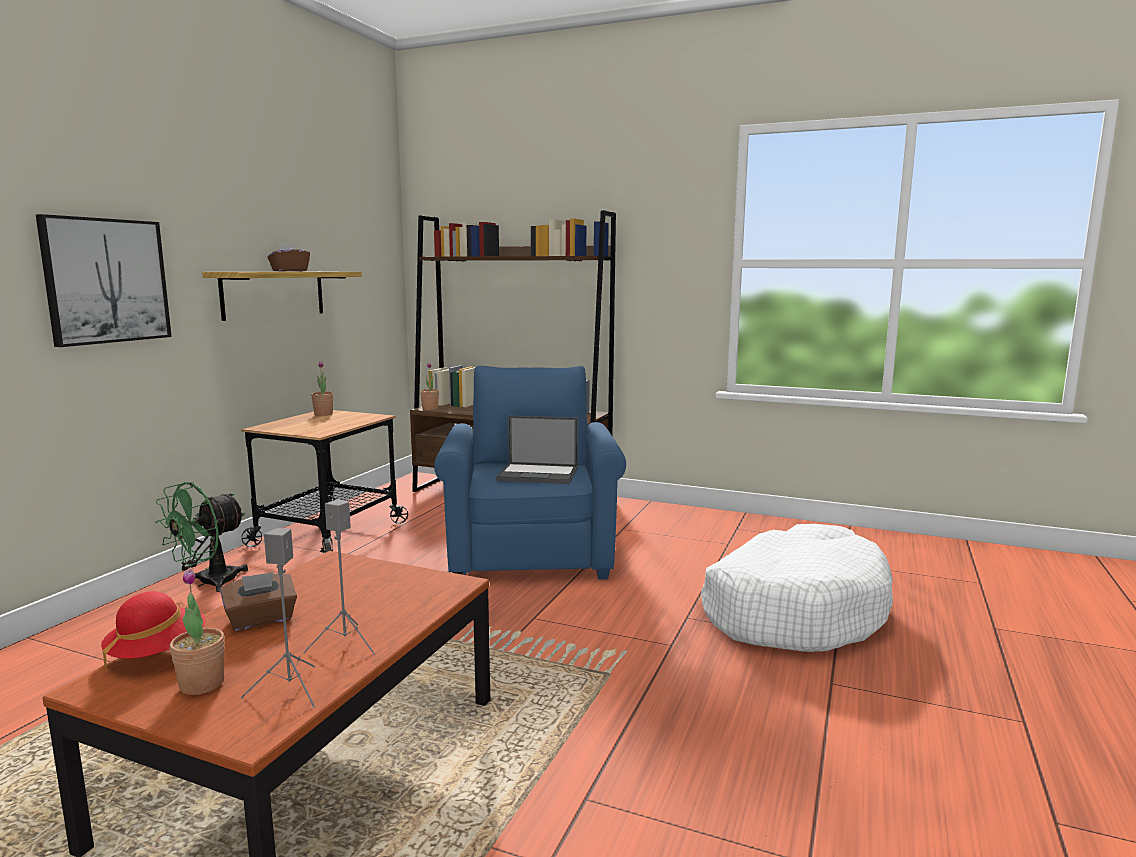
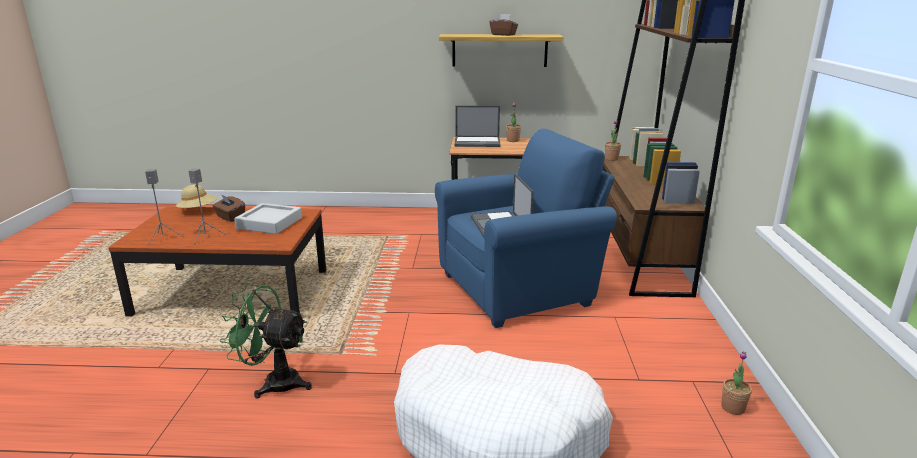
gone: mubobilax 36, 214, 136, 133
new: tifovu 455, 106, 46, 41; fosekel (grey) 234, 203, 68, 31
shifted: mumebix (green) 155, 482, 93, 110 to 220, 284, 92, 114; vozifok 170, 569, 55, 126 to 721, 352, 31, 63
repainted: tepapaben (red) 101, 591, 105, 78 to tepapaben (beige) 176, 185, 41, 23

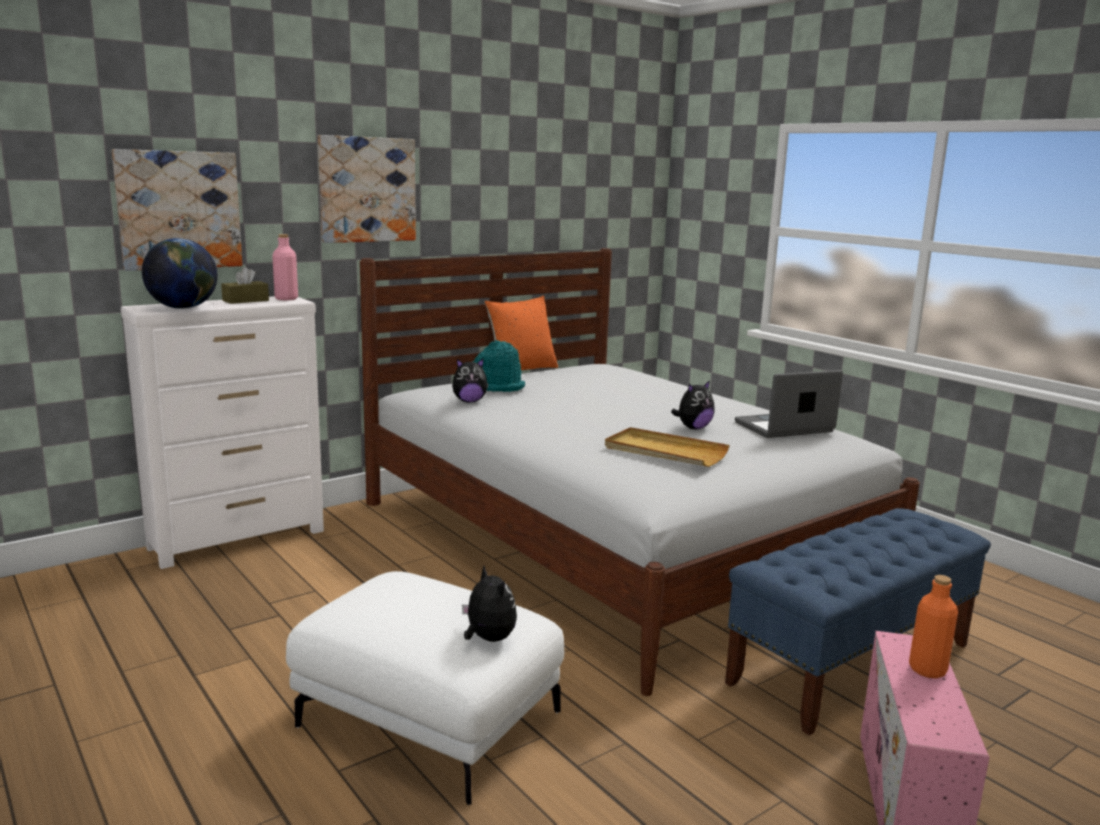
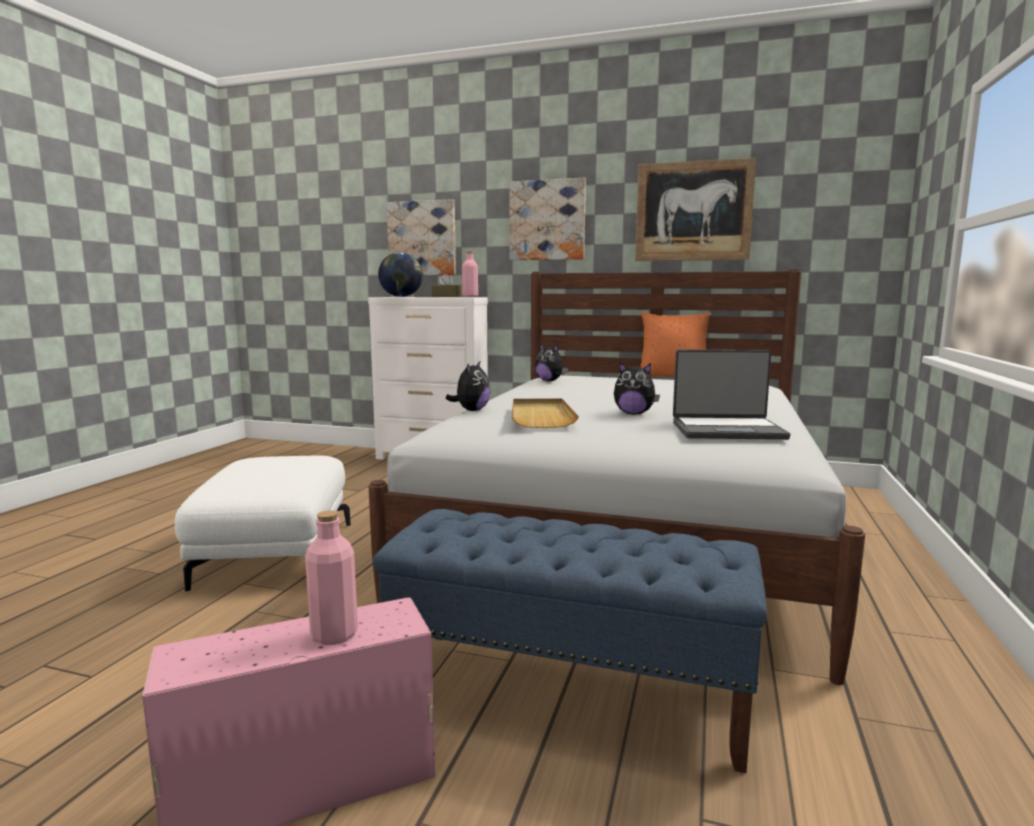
gone: tepapaben (turquoise) 472, 340, 53, 52
new: mubobilax 635, 158, 121, 103
shifted: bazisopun 462, 566, 55, 76 to 446, 360, 45, 51
repainted: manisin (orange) 909, 575, 49, 103 to manisin (pink) 305, 510, 53, 135
rotated: tifovu 735, 370, 108, 68 = 673, 350, 117, 90 150 degrees clockwise

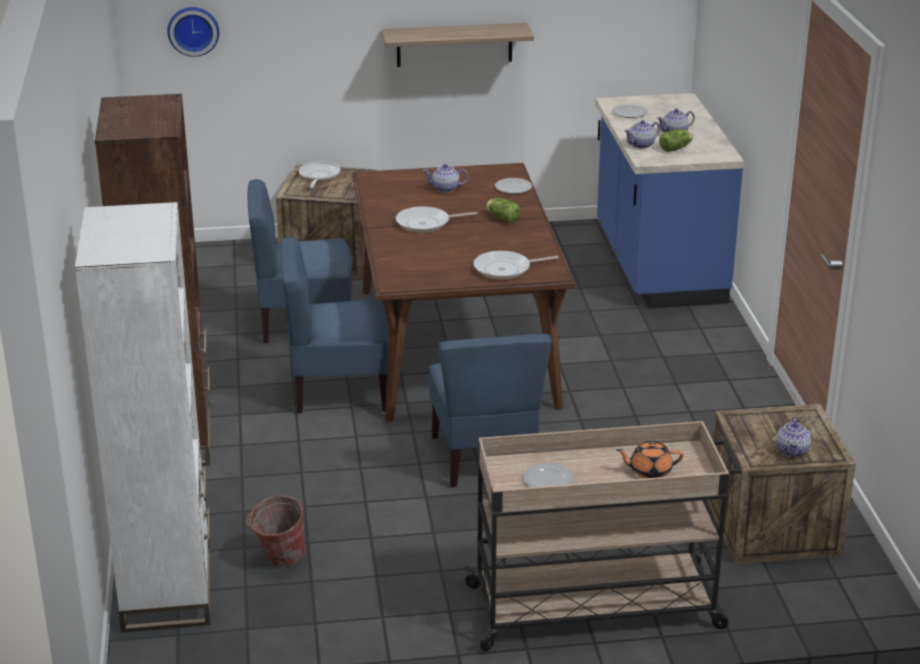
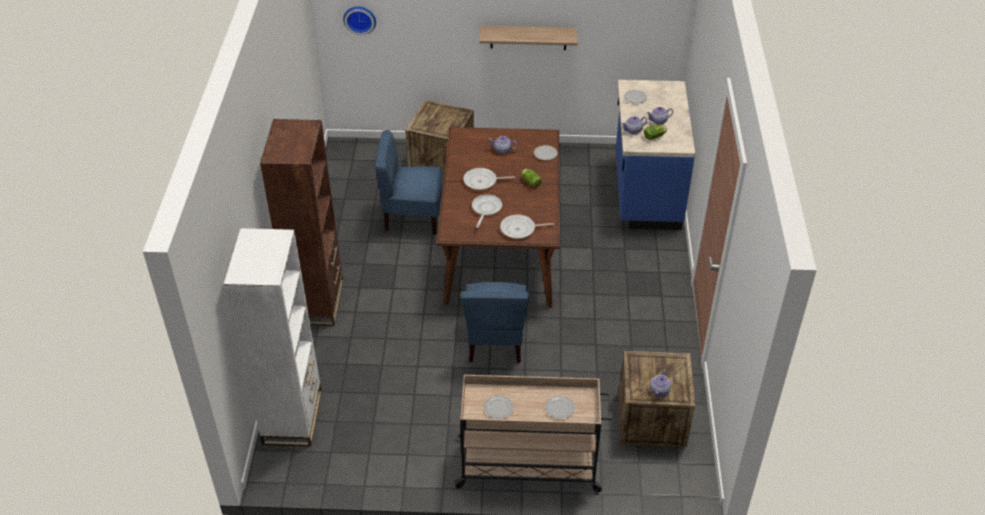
gone: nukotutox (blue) 280, 237, 109, 177; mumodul 246, 495, 60, 72
shifted: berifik 299, 161, 41, 27 to 472, 194, 30, 34
swapped: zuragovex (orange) 616, 441, 68, 37 to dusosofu 545, 396, 30, 23

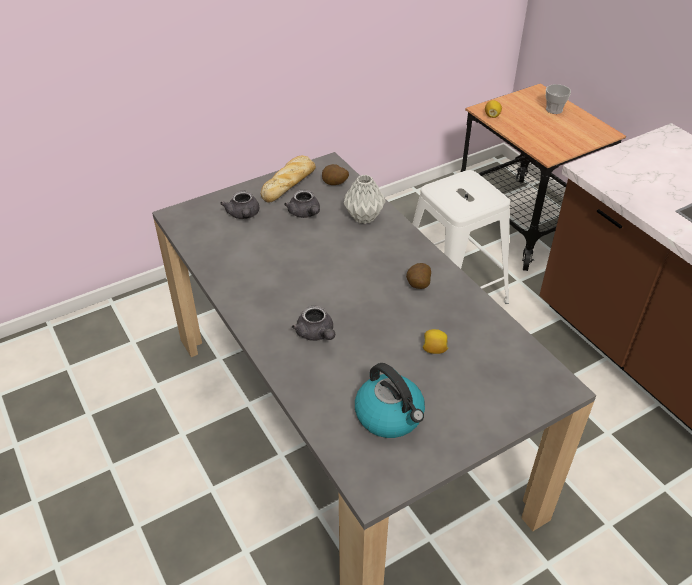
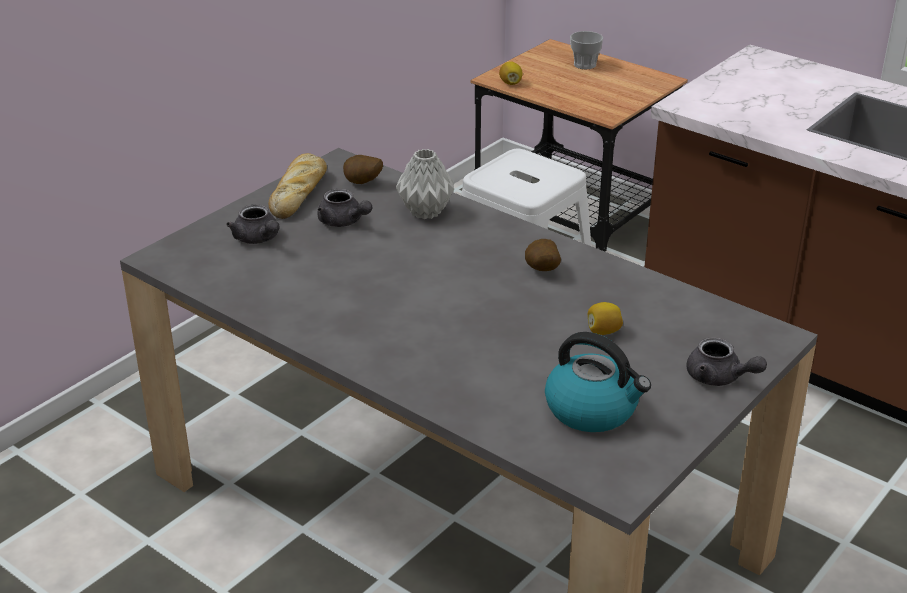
shifted: zuragovex (grey) 292, 305, 43, 36 to 686, 337, 81, 49

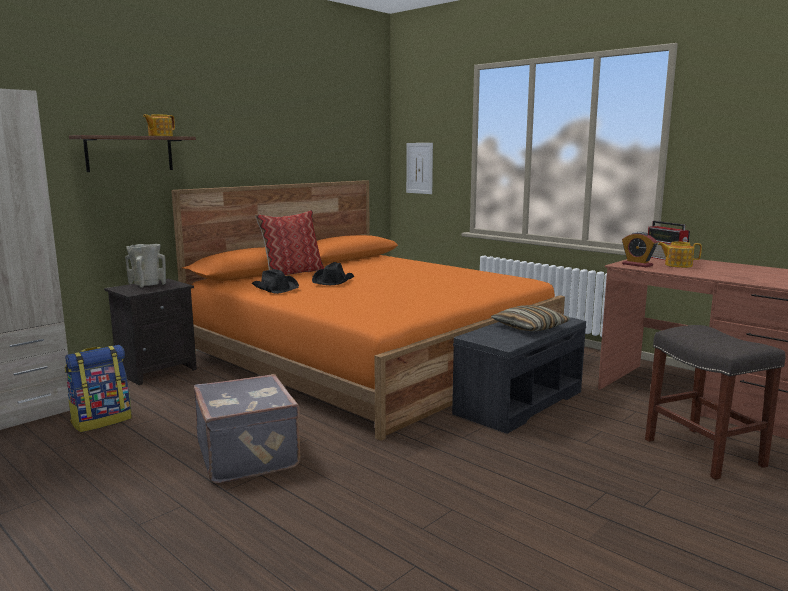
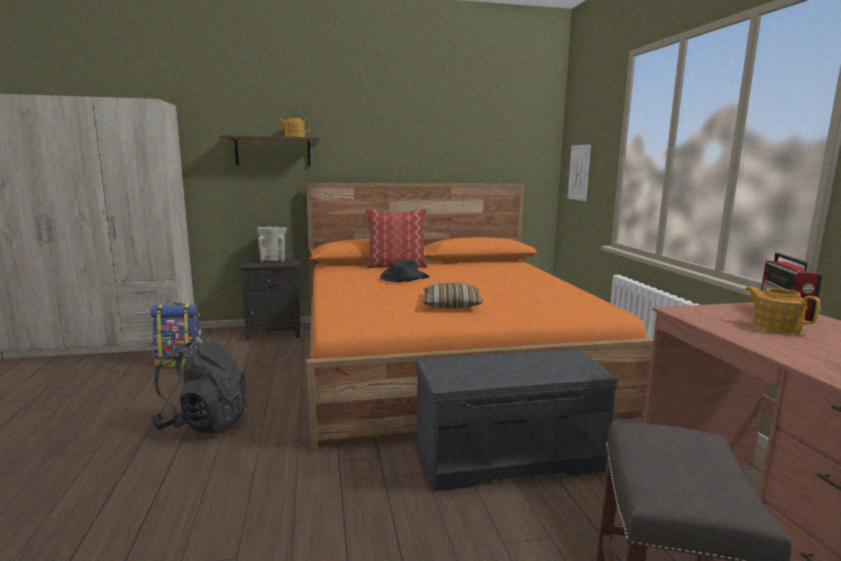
gone: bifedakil 622, 232, 36, 35; tepapaben (black) 252, 269, 47, 25
shifted: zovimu 491, 305, 79, 26 to 423, 283, 60, 25
swapped: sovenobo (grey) 194, 374, 106, 109 to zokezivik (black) 150, 339, 98, 95

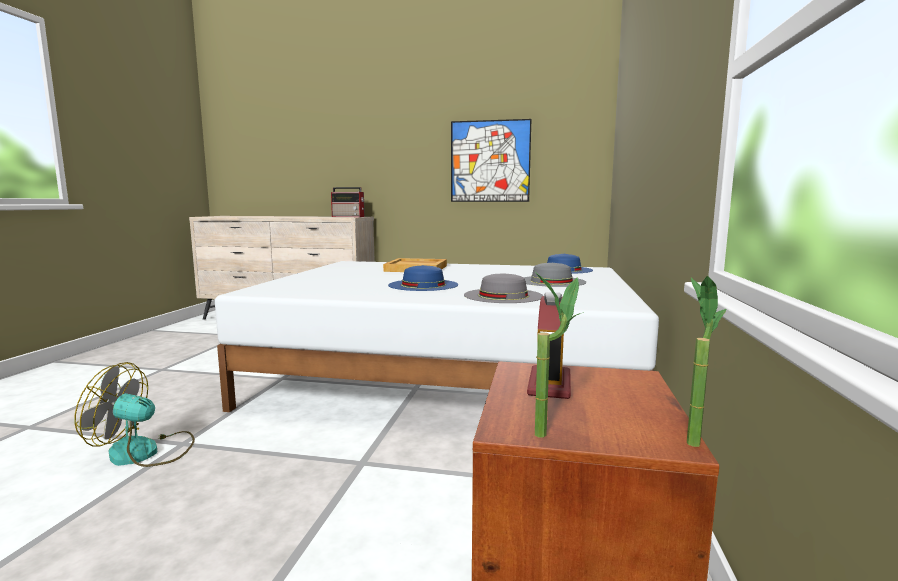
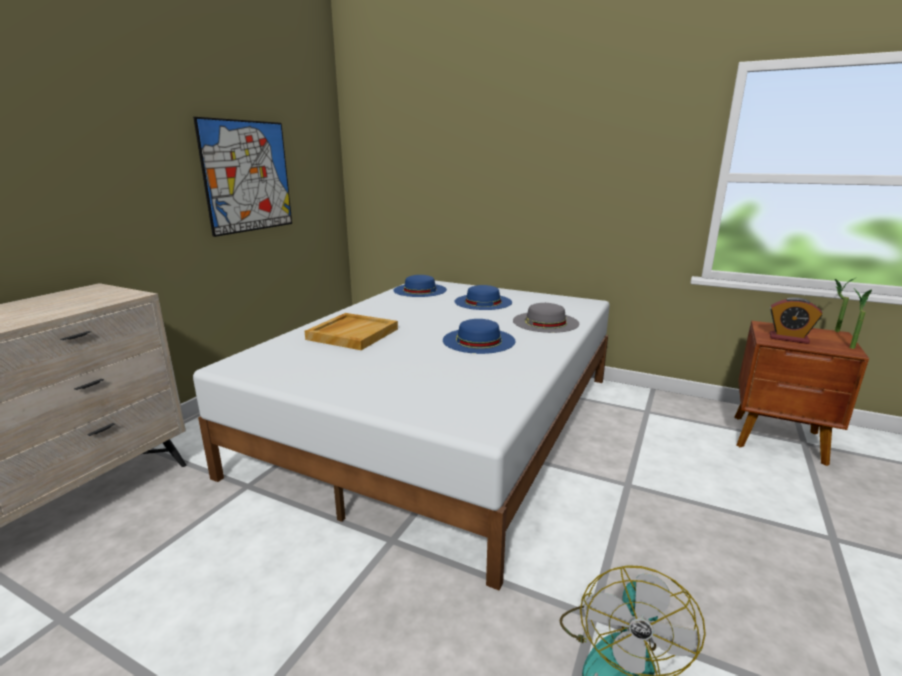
gone: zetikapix 331, 187, 34, 30
repainted: tepapaben (grey) 524, 263, 62, 24 to tepapaben (blue) 455, 285, 57, 25

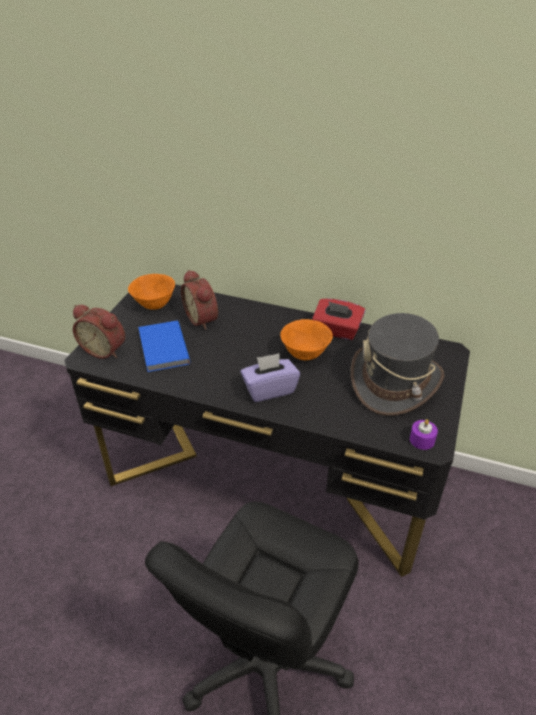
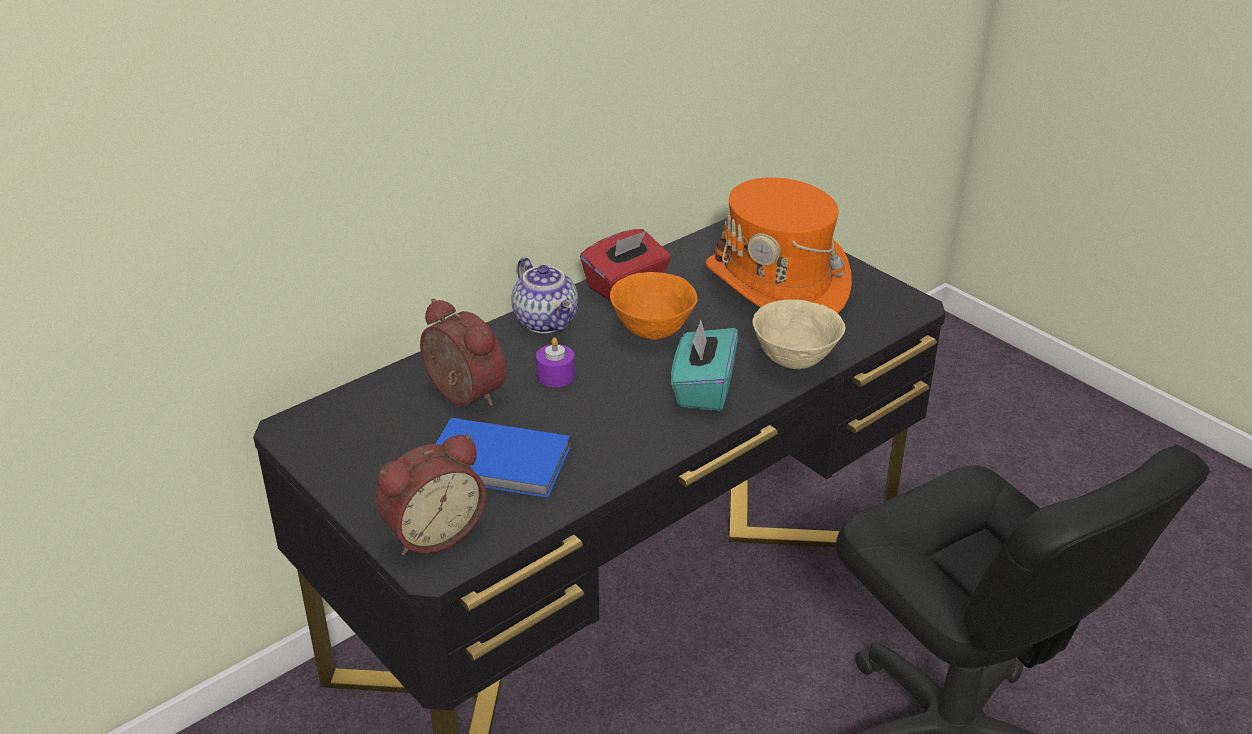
gone: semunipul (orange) 128, 274, 47, 36
new: zuragovex 512, 257, 66, 77; semunipul (beige) 752, 299, 94, 70
shifted: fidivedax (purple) 410, 419, 28, 31 to 536, 337, 39, 50
repainted: tepapaben (grey) 351, 313, 93, 103 to tepapaben (orange) 706, 177, 146, 136; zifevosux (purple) 240, 353, 60, 49 to zifevosux (turquoise) 671, 320, 67, 91
rotated: bifedakil 181, 270, 37, 60 = 420, 298, 86, 108 135 degrees counterclockwise

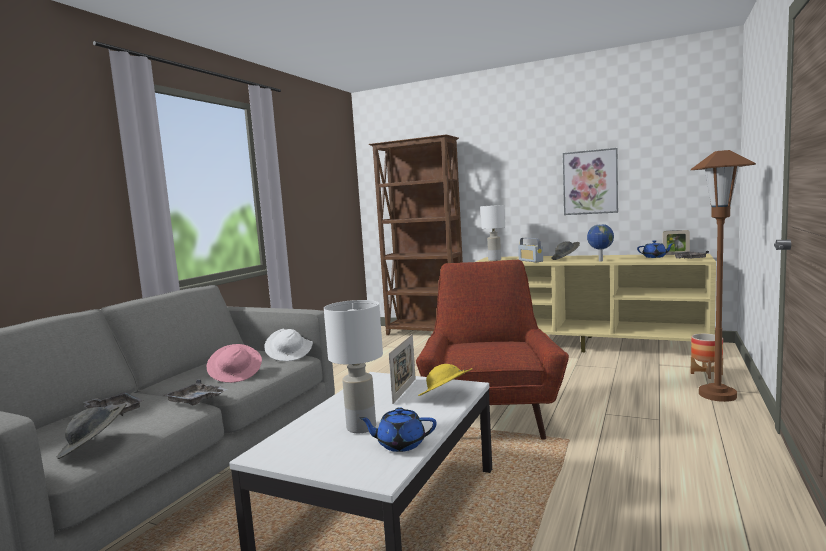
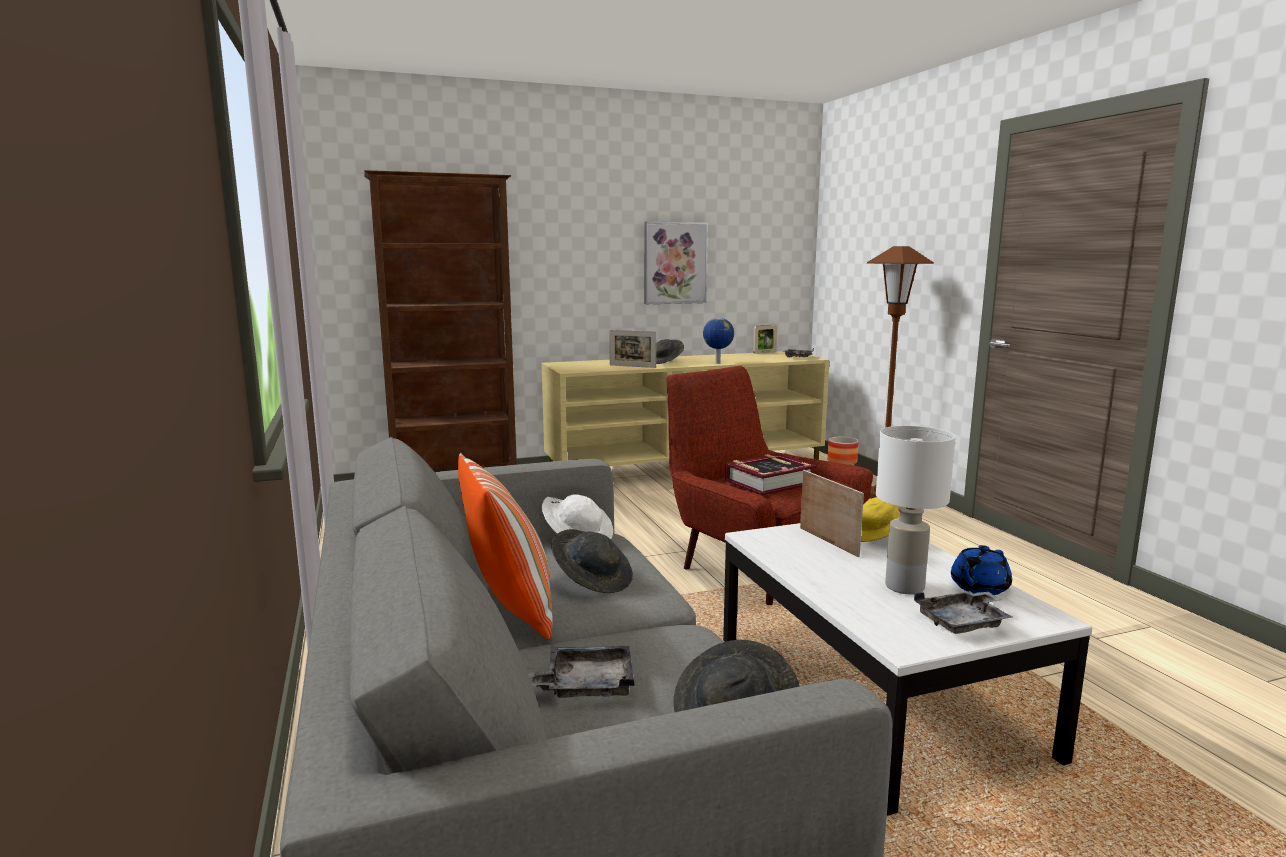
gone: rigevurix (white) 481, 205, 24, 56; zuragovex (blue) 637, 240, 37, 18
new: zovimu 458, 453, 95, 187; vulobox 725, 454, 92, 41
shifted: fosekel (grey) 164, 379, 64, 26 to 914, 590, 98, 44
swapped: zetikapix 518, 238, 25, 24 to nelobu 609, 330, 47, 38
repainted: tepapaben (pink) 207, 344, 55, 39 to tepapaben (grey) 551, 529, 82, 64

